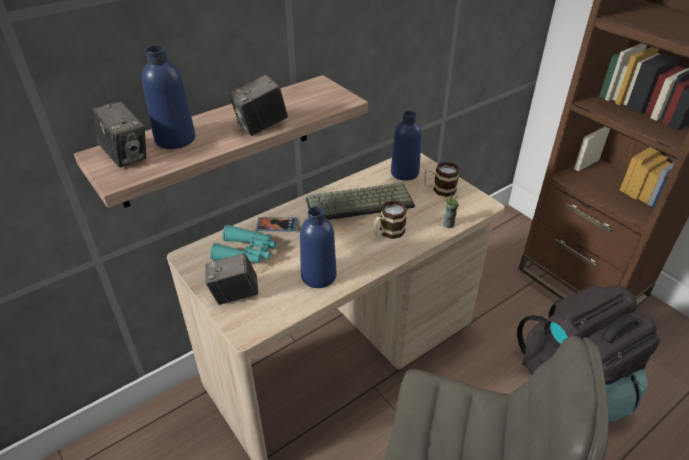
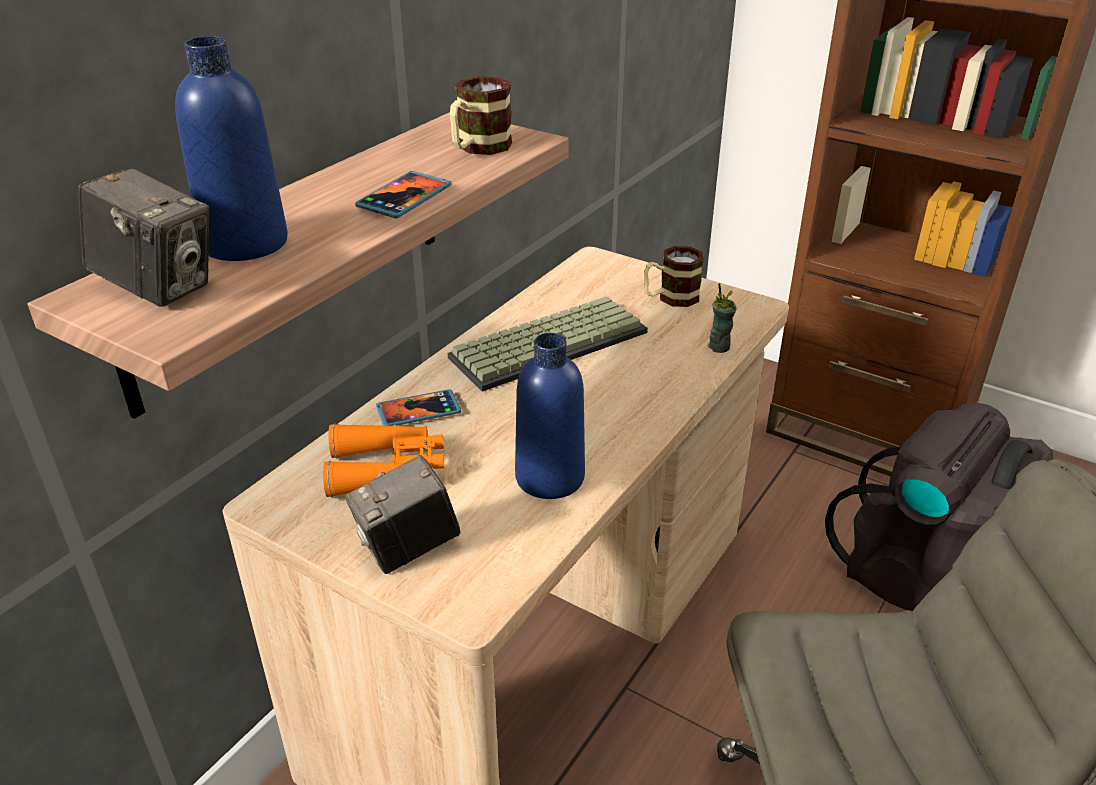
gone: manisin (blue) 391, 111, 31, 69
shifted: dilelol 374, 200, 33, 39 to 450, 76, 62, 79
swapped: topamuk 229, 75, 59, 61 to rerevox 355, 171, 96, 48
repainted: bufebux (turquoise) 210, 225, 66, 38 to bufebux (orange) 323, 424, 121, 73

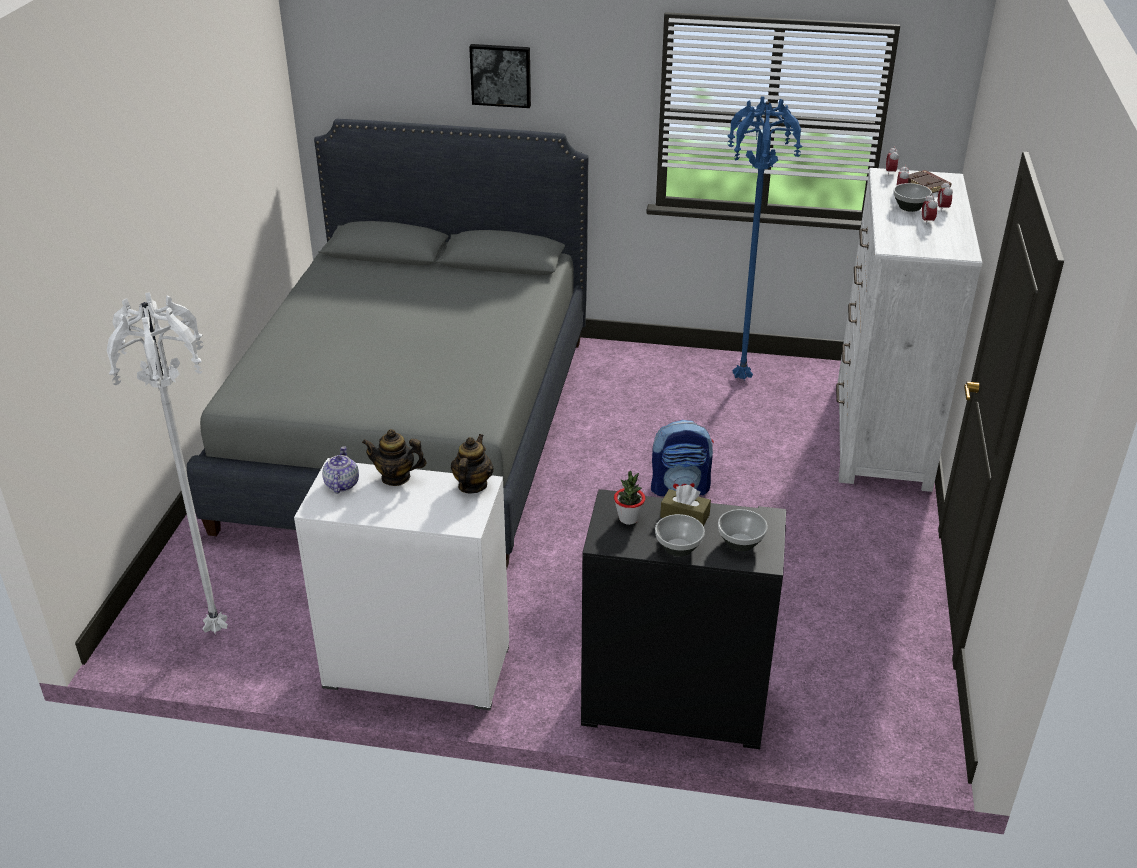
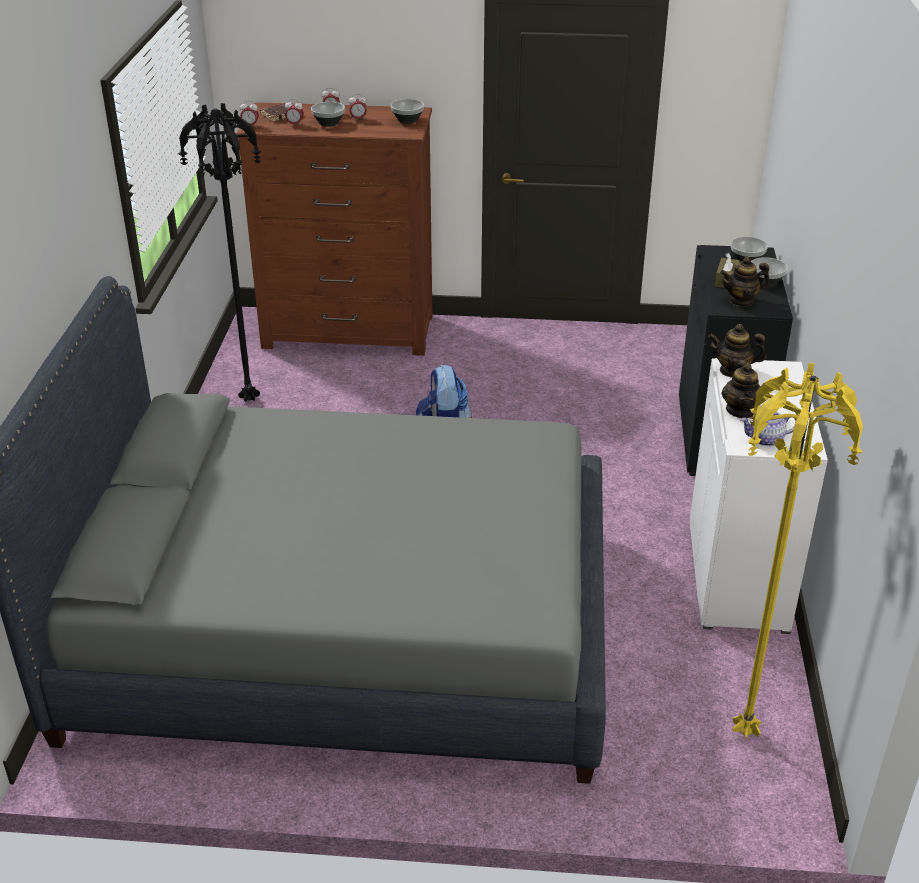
gone: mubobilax 469, 44, 62, 64
new: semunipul 391, 99, 33, 25
swapped: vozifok 614, 471, 31, 54 to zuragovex 720, 257, 50, 50
repainted: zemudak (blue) 727, 97, 76, 283 to zemudak (black) 178, 103, 83, 299; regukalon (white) 836, 168, 146, 324 to regukalon (brown) 236, 102, 196, 254; zemudak (white) 107, 292, 121, 341 to zemudak (yellow) 733, 363, 130, 375

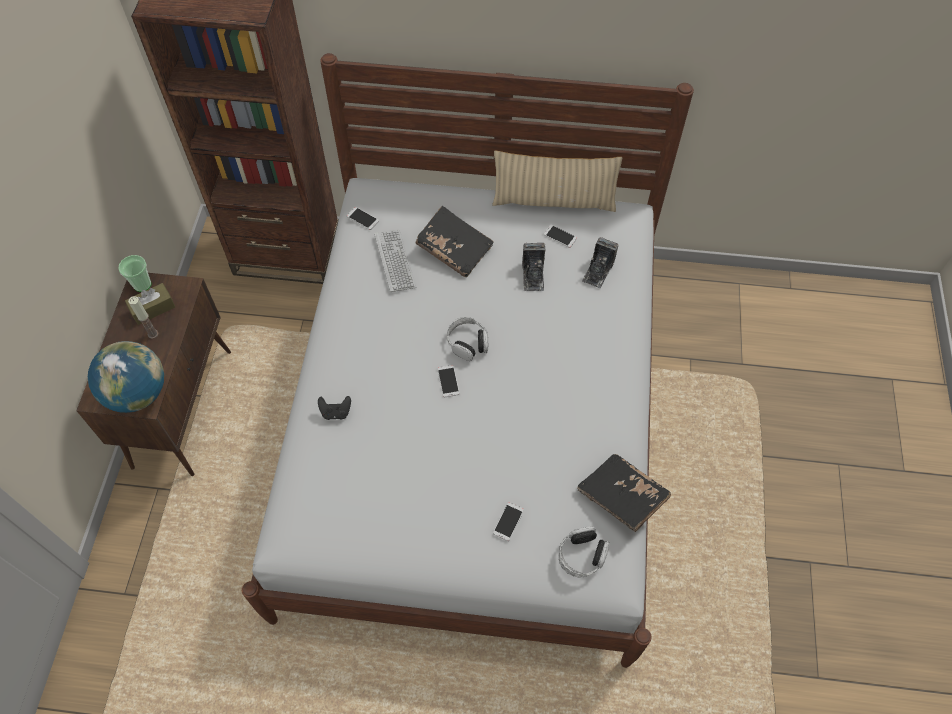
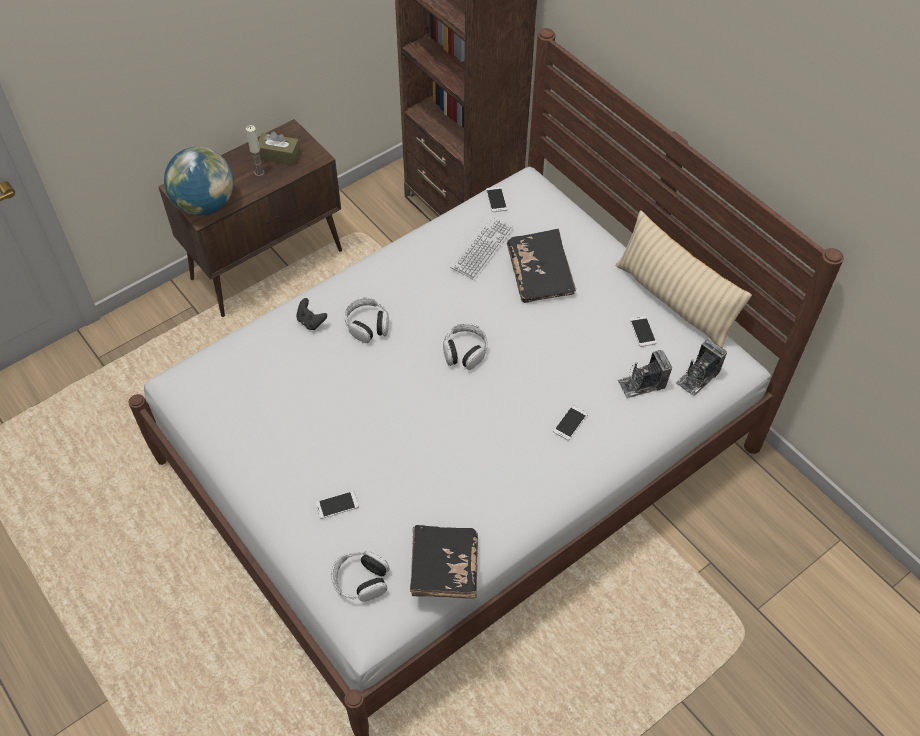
gone: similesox 118, 255, 33, 37
new: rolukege 345, 298, 44, 45
shifted: topamuk 522, 243, 23, 48 to 676, 339, 51, 57; rerevox 437, 365, 23, 32 to 553, 405, 35, 35

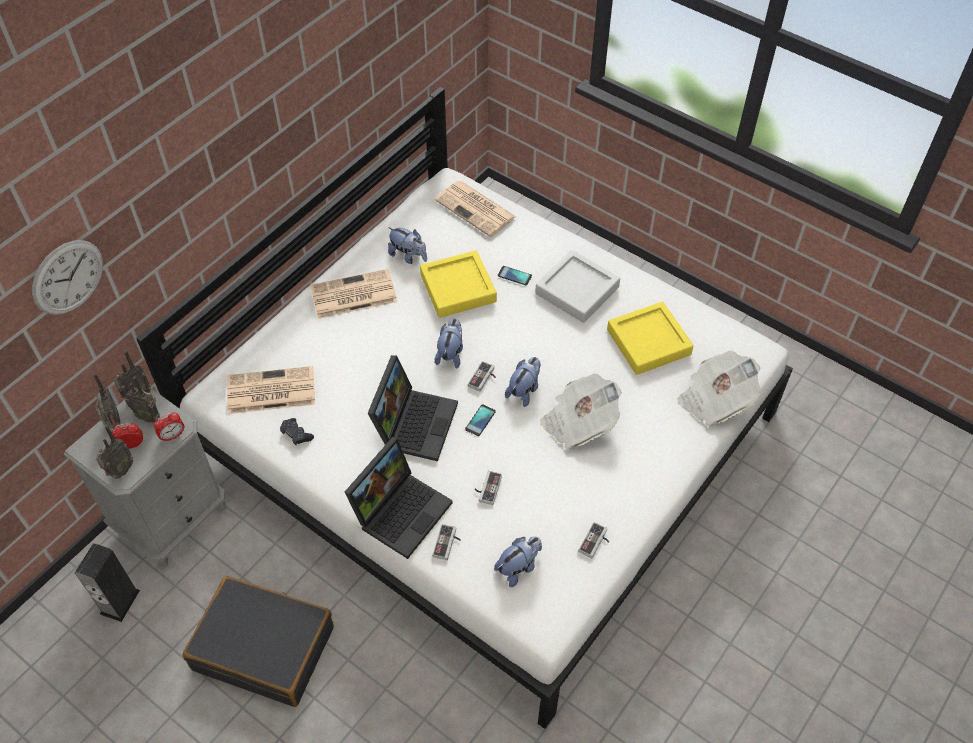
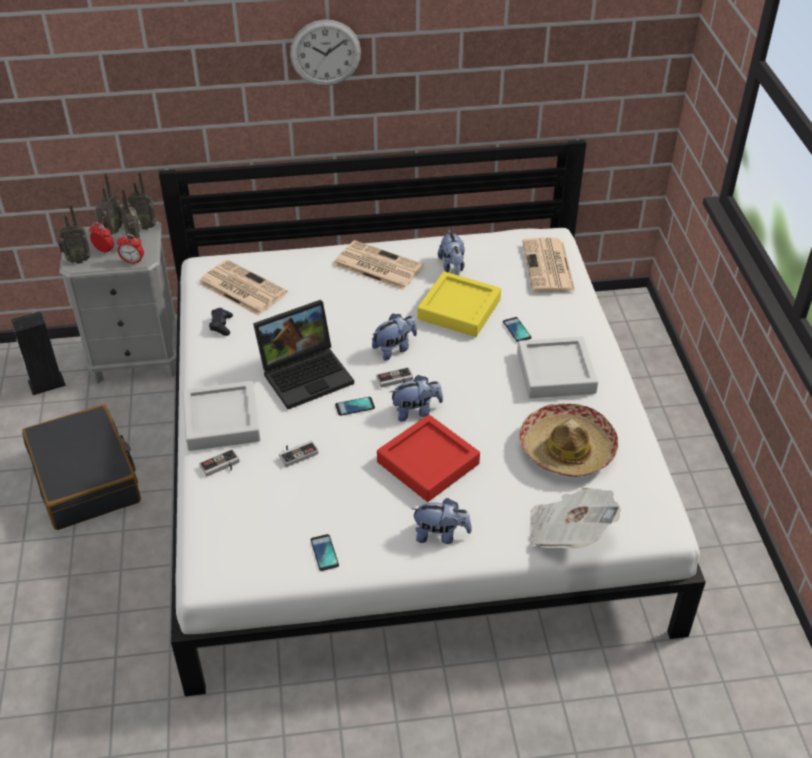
shifted: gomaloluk 32, 240, 71, 75 to 290, 20, 71, 66; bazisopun 494, 537, 48, 50 to 411, 498, 61, 46
swapped: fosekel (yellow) 607, 302, 87, 73 to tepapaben 519, 403, 99, 74; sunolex 540, 374, 82, 76 to fosekel (red) 377, 415, 103, 87; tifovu 345, 437, 108, 122 to fosekel (grey) 183, 381, 77, 70; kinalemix 578, 522, 31, 36 to rerevox 311, 534, 28, 37

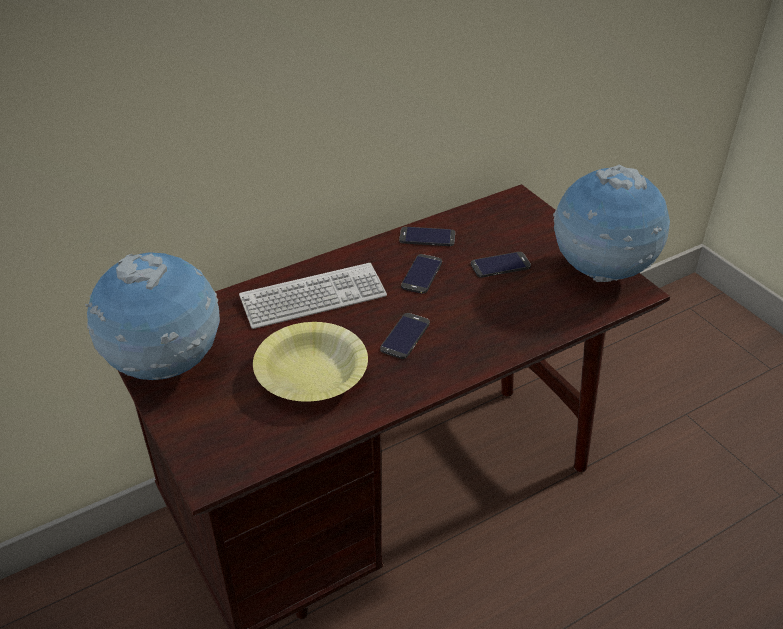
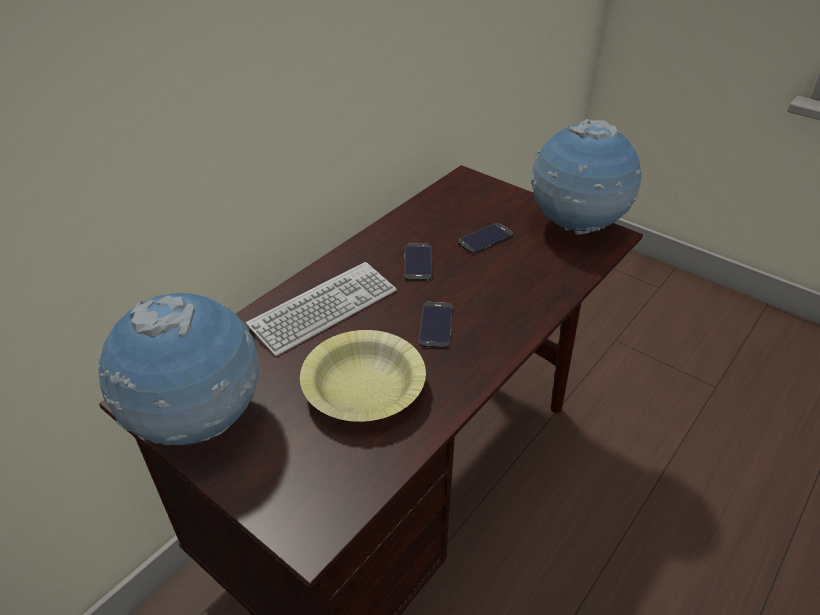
gone: rerevox 399, 227, 56, 19

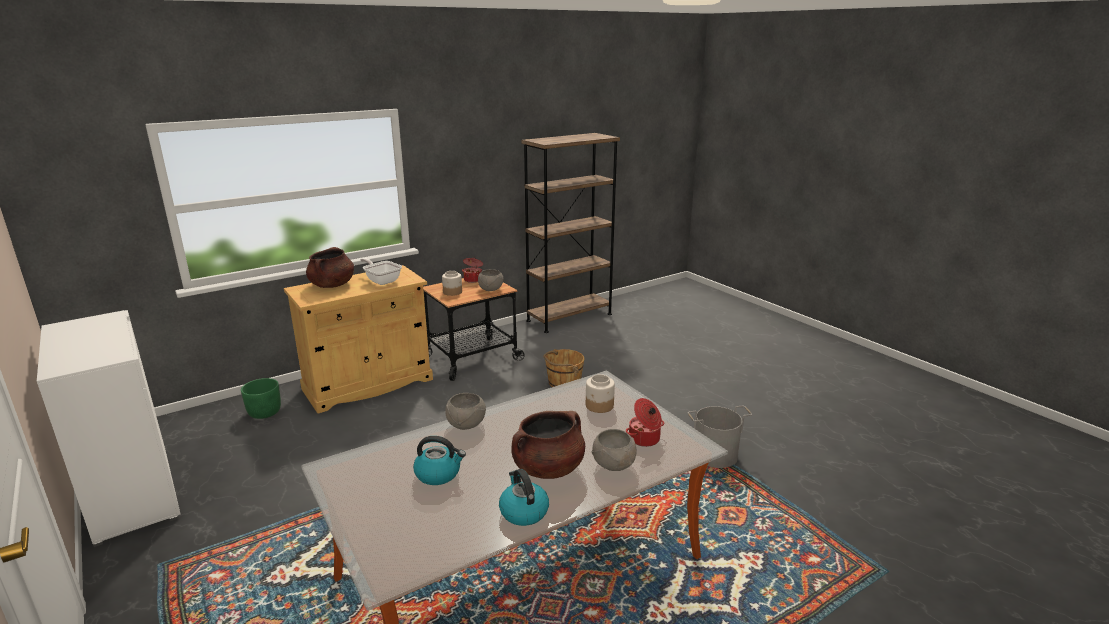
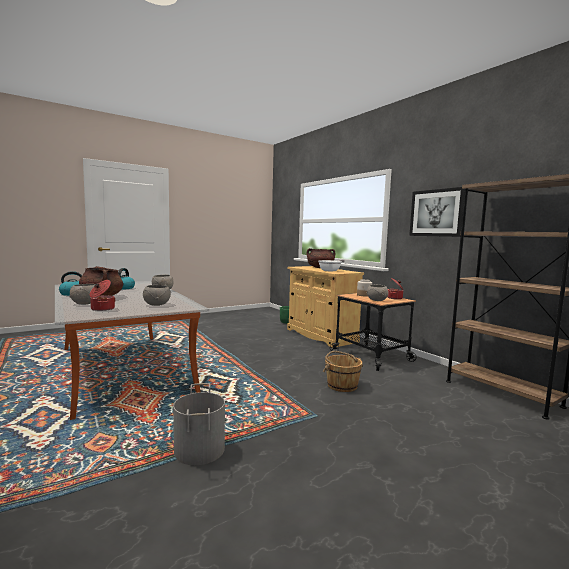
gone: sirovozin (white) 37, 310, 144, 237
new: mubobilax 409, 187, 56, 50
swapped: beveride 586, 374, 29, 39 to semunipul (grey) 143, 285, 28, 21

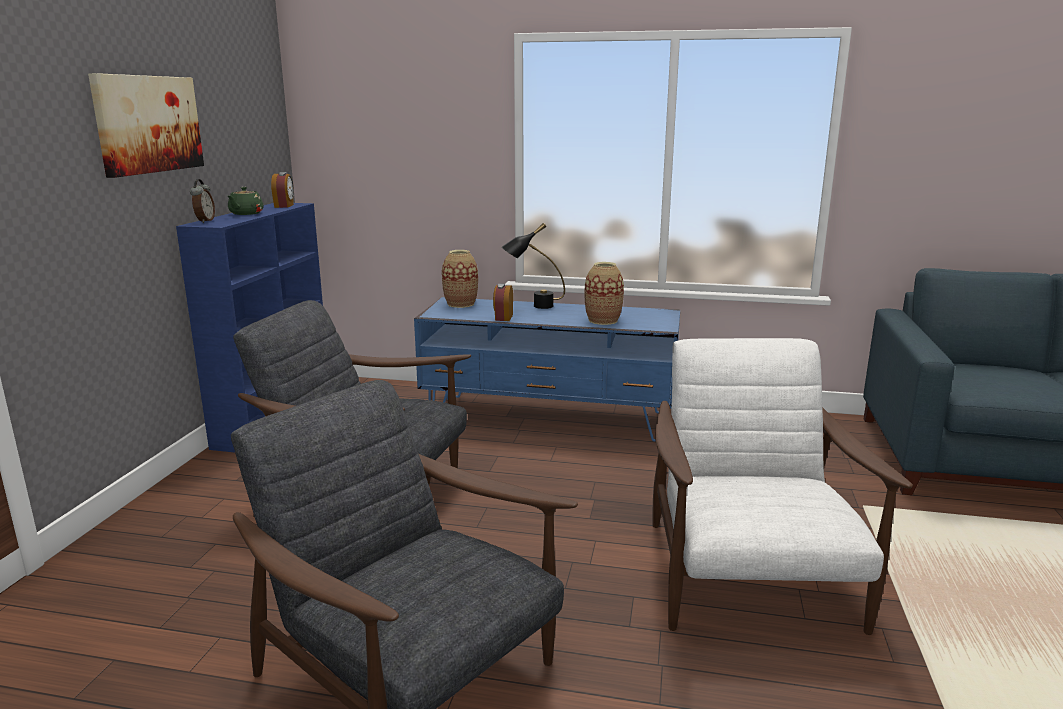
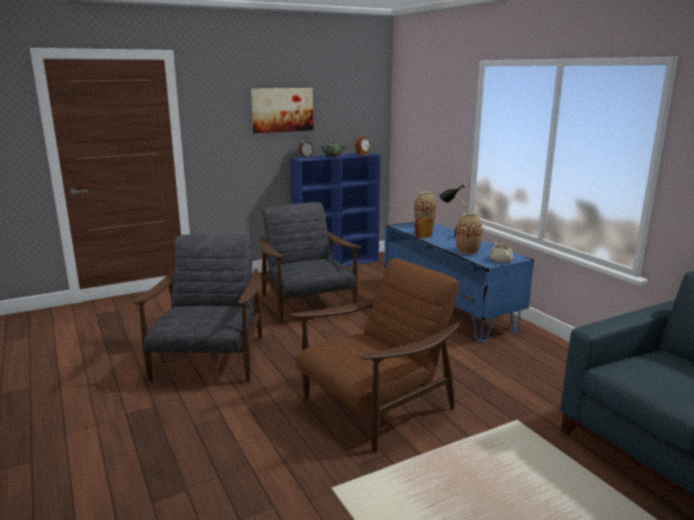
new: zuragovex (beige) 490, 242, 24, 21
repainted: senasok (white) 653, 338, 260, 297 to senasok (brown) 290, 259, 170, 194

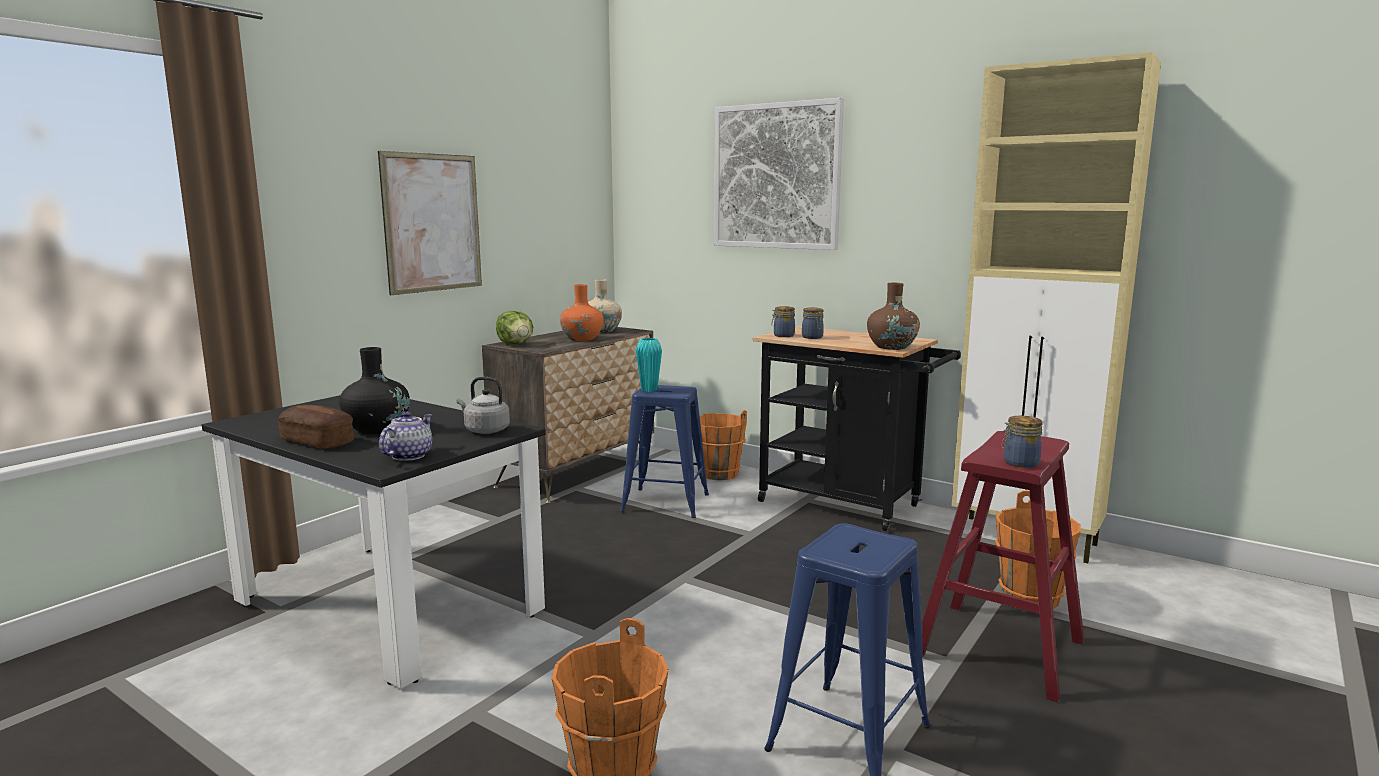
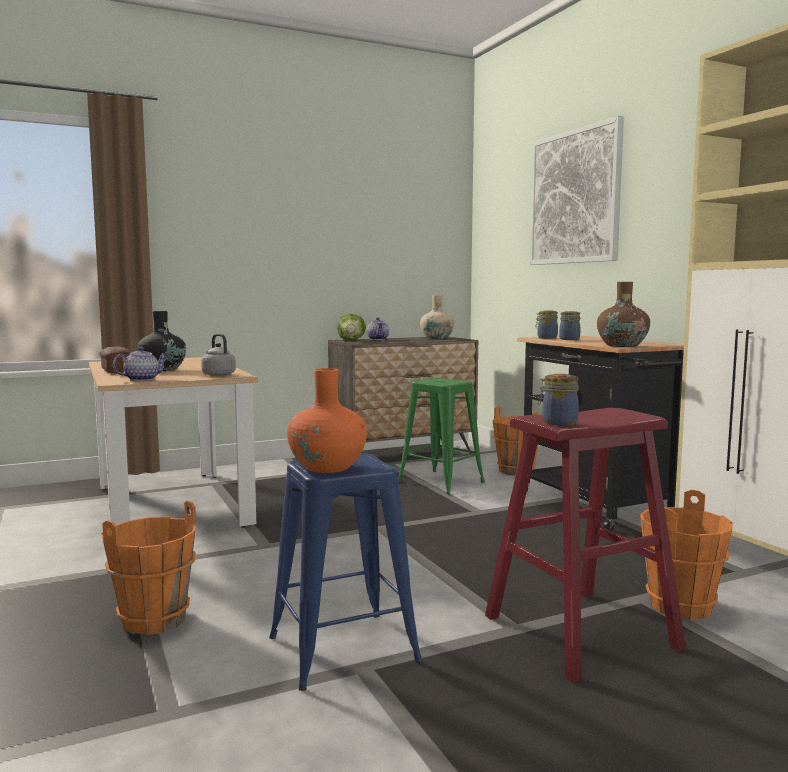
gone: mubobilax 378, 151, 104, 144; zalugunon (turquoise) 636, 338, 26, 54
new: zuragovex 367, 318, 22, 22
shifted: zalugunon (orange) 560, 284, 43, 57 to 287, 368, 80, 105
repainted: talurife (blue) 620, 385, 89, 133 to talurife (green) 398, 378, 87, 116; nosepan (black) 202, 395, 344, 294 to nosepan (beige) 89, 357, 169, 171

